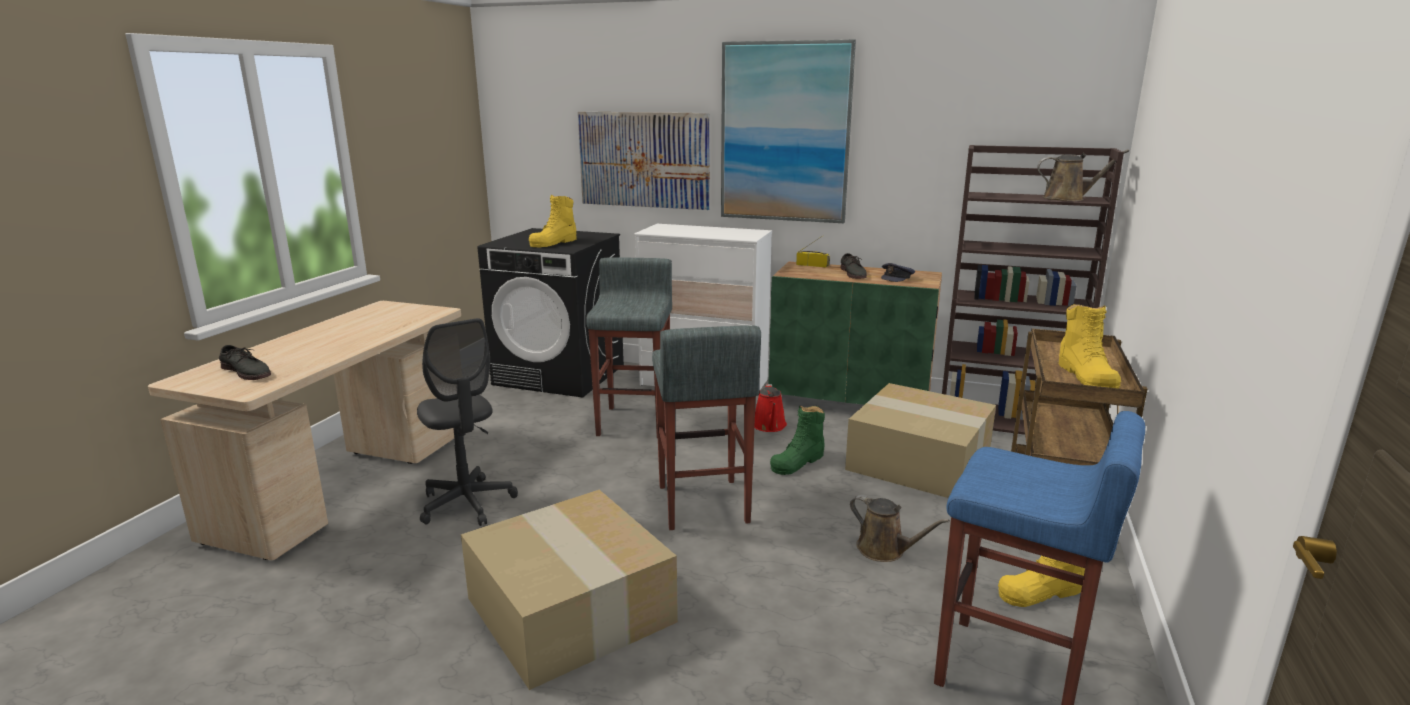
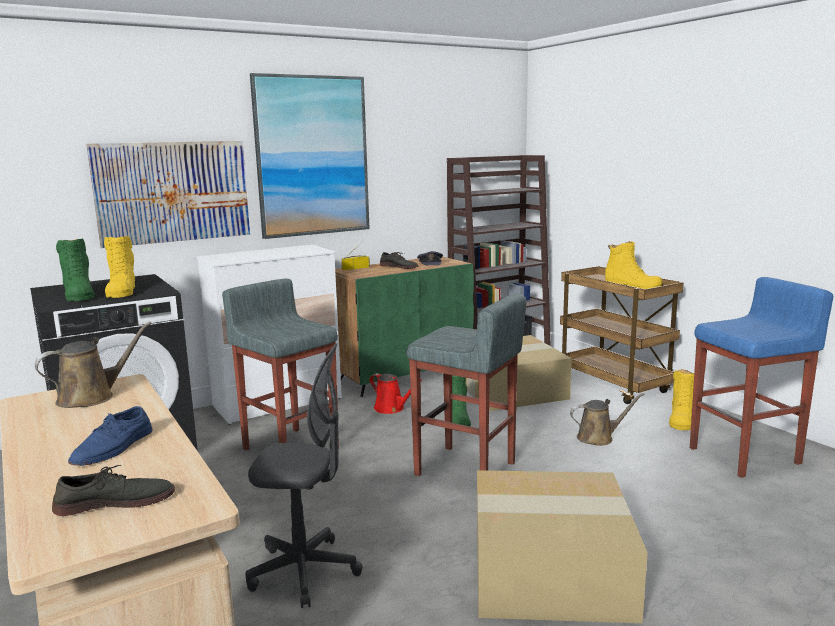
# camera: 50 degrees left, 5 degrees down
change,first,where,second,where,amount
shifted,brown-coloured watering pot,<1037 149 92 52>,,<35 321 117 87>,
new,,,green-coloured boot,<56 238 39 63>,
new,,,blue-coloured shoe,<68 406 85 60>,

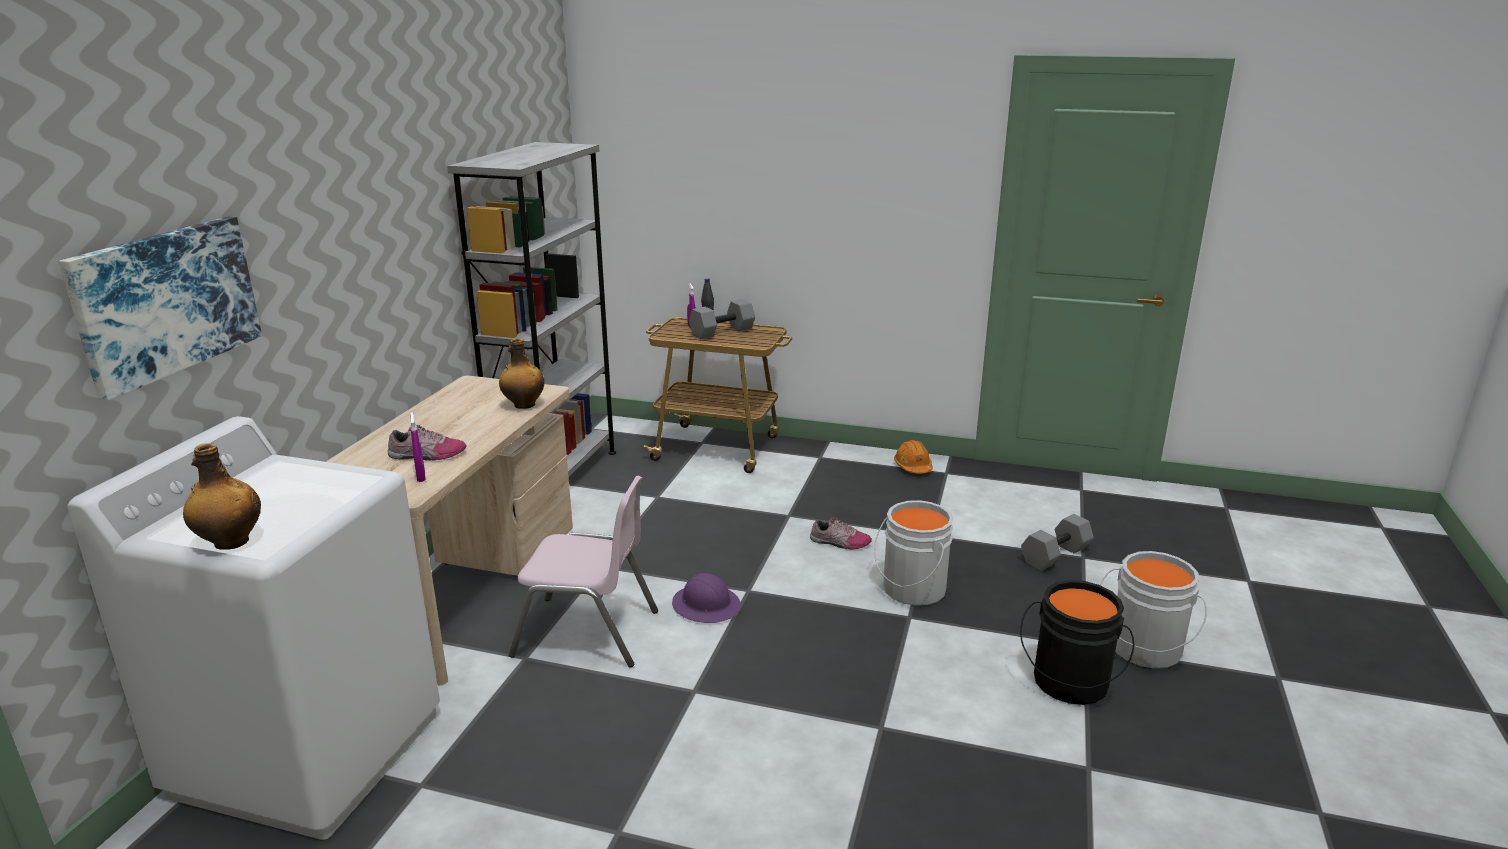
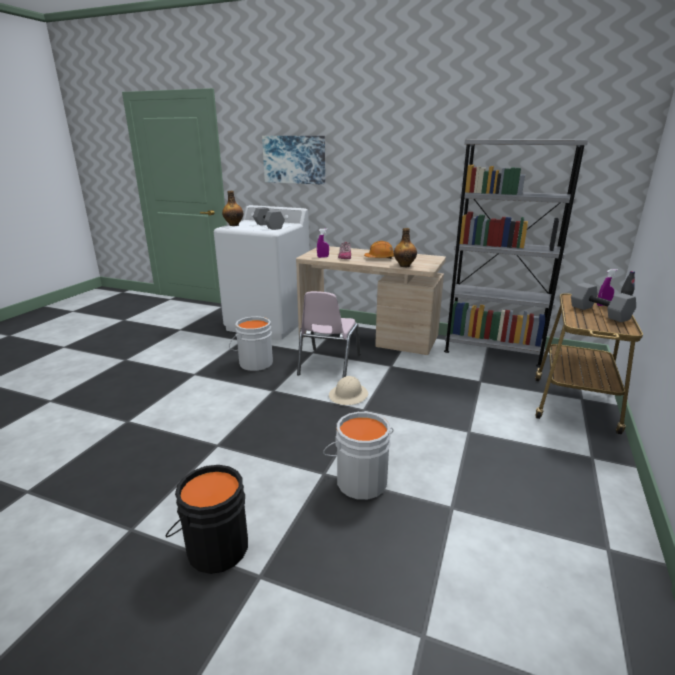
# camera: 95 degrees right, 0 degrees up
change,first,where,second,where,amount
repainted,purplish safety helmet,<672 573 69 50>,beige-coloured safety helmet,<329 376 39 29>,
gone,shoe,<810 517 62 32>,,,
shifted,orange safety helmet,<894 440 39 34>,,<364 241 30 18>,
shifted,grey free weight,<1021 514 73 57>,,<253 207 32 23>,
shifted,grey water bucket,<1100 551 107 118>,,<229 316 44 55>,

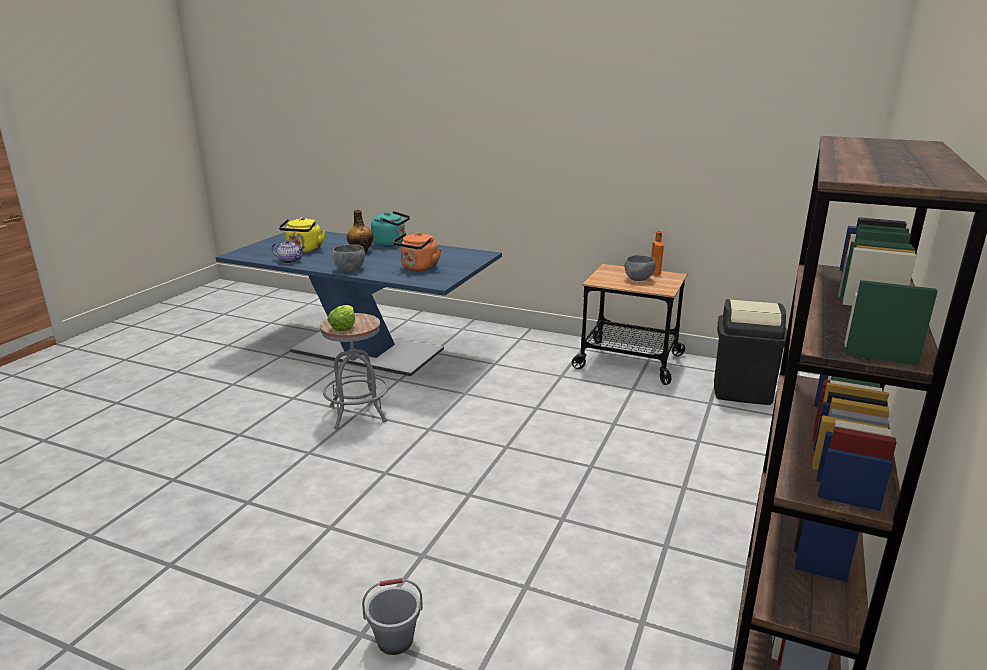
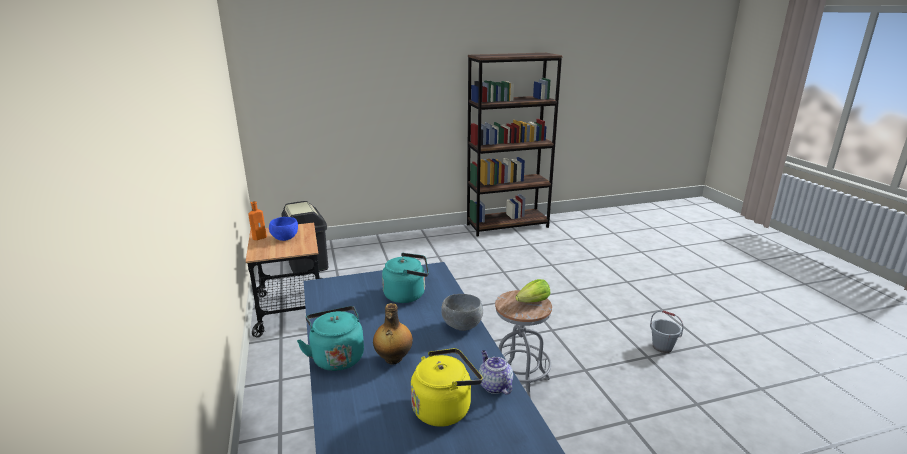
# camera: 130 degrees left, 0 degrees up
change,first,where,second,where,amount
shifted,grey water bucket,<362 578 61 77>,,<650 310 33 43>,
repainted,orange tea kettle,<393 232 48 39>,blue-green tea kettle,<382 253 47 50>,
repainted,grey serving bowl,<625 255 31 26>,blue-coloured serving bowl,<269 217 29 24>,

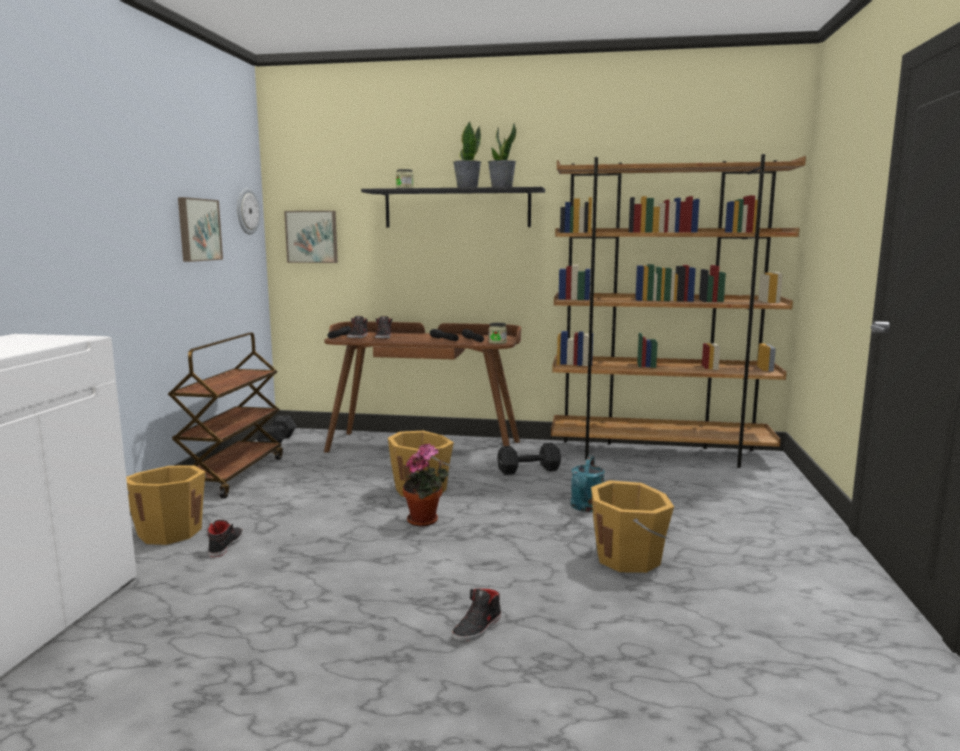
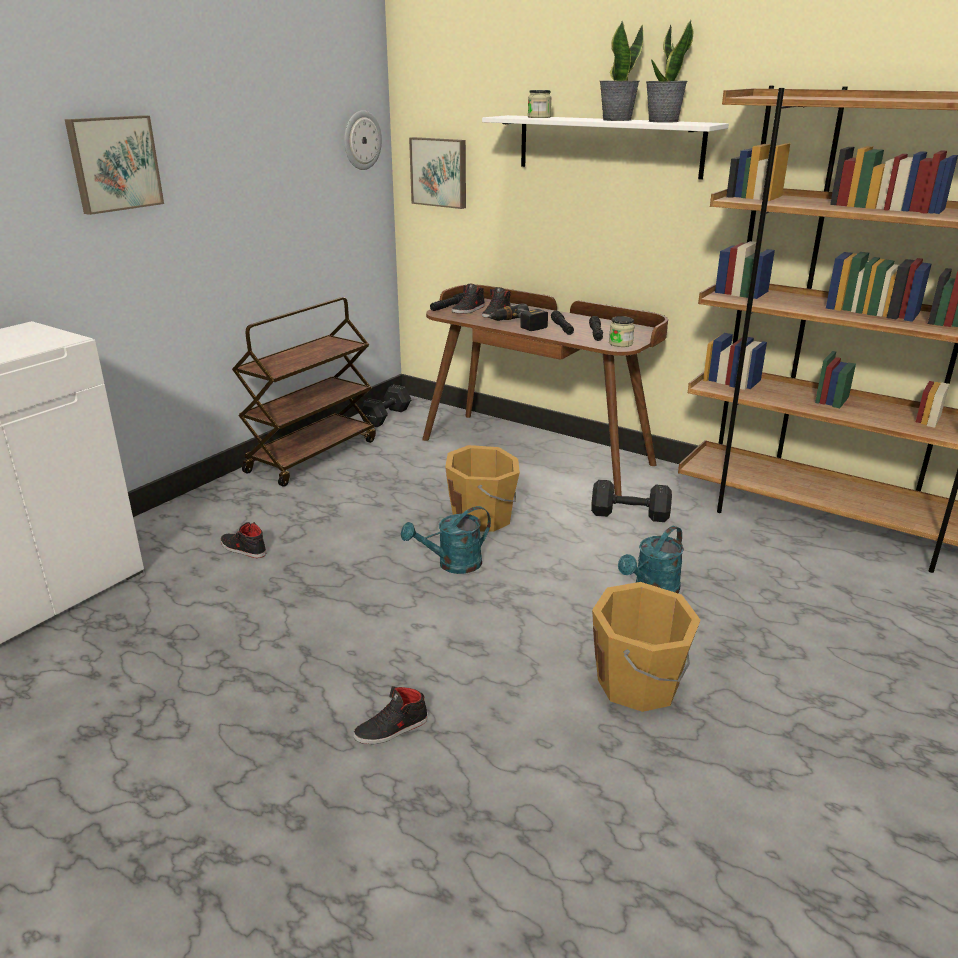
# camera: 25 degrees right, 15 degrees up
change,first,where,second,where,amount
gone,orange water bucket,<126 465 81 80>,,,
shifted,wall art,<178 197 45 65>,,<65 115 99 100>,
rotated,blackish shoe,<208 520 35 37>,,<220 522 46 36>,90 degrees counterclockwise
repainted,blackish wall shelf,<361 187 184 41>,whitish wall shelf,<482 115 247 65>,
swapped,potted plant,<403 443 46 84>,blue-green watering pot,<401 506 90 68>,
new,,,drill,<487 303 61 28>,

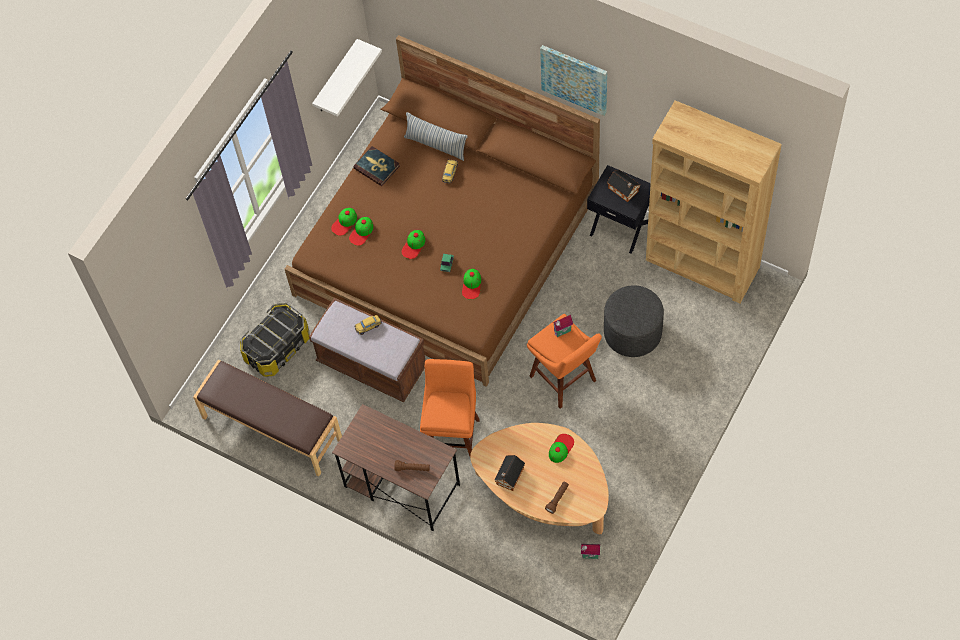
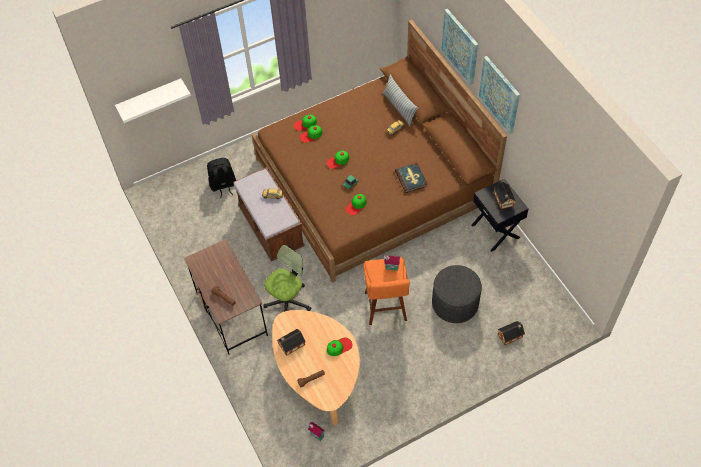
# camera: 30 degrees right, 5 degrees down
change,first,where,second,where,amount
gone,brown-coloured indoor bench,<193 360 149 116>,,,
swapped,storage container,<240 303 70 74>,blackish knapsack,<207 158 29 40>,
shifted,whitish wall shelf,<312 39 70 78>,,<115 78 76 45>,
shifted,bound book,<353 146 47 40>,,<395 163 33 30>,
swapped,orange stool seat,<420 359 60 97>,computer chair,<264 245 48 67>,
gone,brown-coloured bookcase,<646 100 136 203>,,,
new,,,wall art,<441 9 37 76>,
new,,,miniature house,<497 321 28 25>,

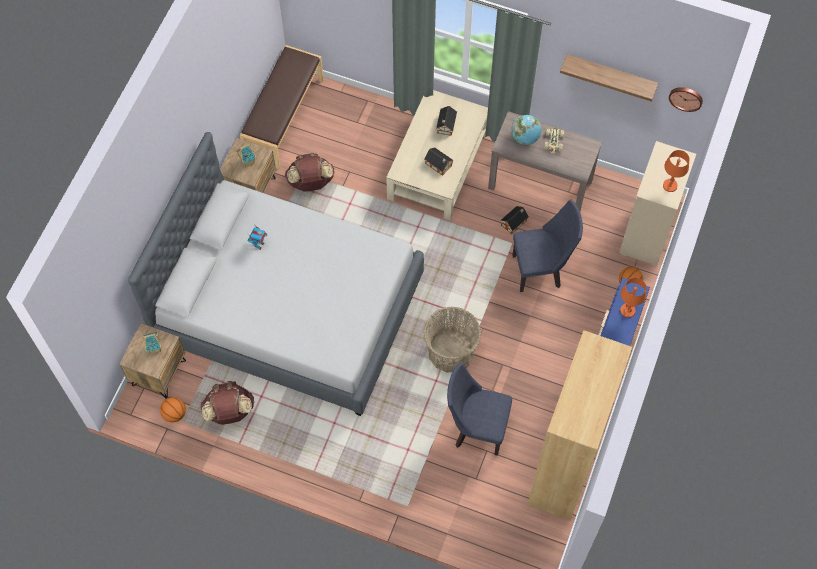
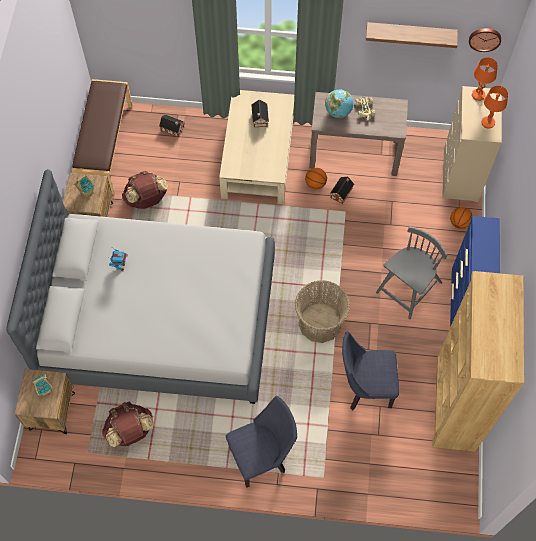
# camera: 15 degrees left, 0 degrees up
change,first,where,second,where,amount
shifted,basketball ball,<160 397 26 25>,,<305 168 22 21>,
shifted,miniature house,<424 148 30 28>,,<159 115 26 22>,
shifted,blue-coloured upright chair,<512 199 71 93>,,<226 396 71 92>,
shifted,orange lamp for a table,<620 278 26 40>,,<472 57 26 44>,
new,,,grey upright chair,<376 226 71 93>,

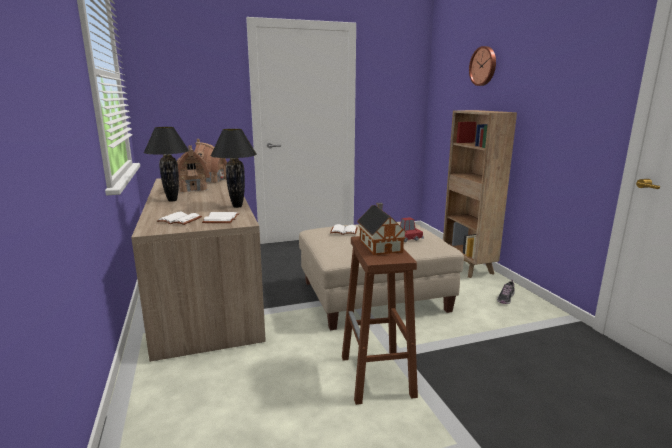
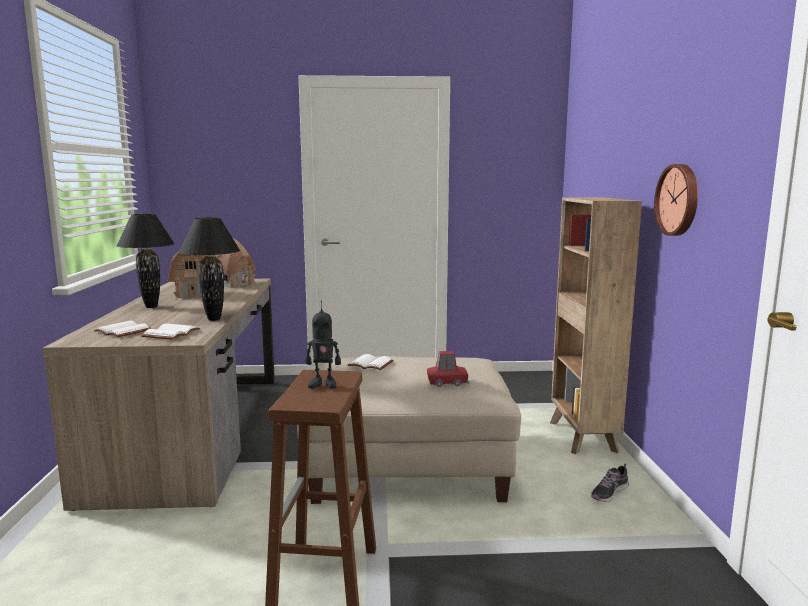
# camera: 15 degrees right, 5 degrees down
change,first,where,second,where,amount
swapped,miniature house,<357 203 50 52>,toy robot,<305 301 36 88>,
shifted,wall clock,<469 46 27 40>,,<654 164 44 72>,

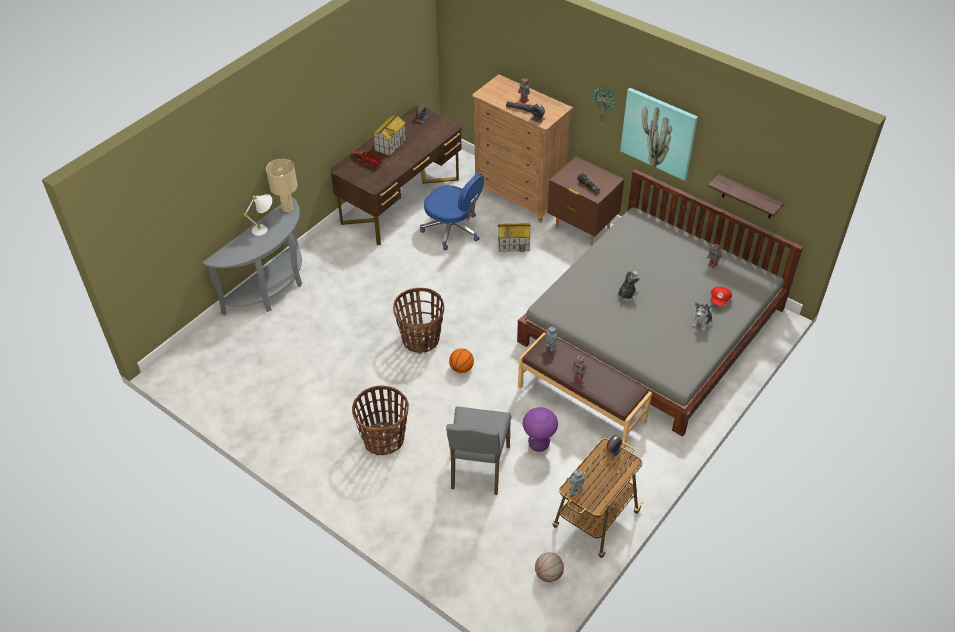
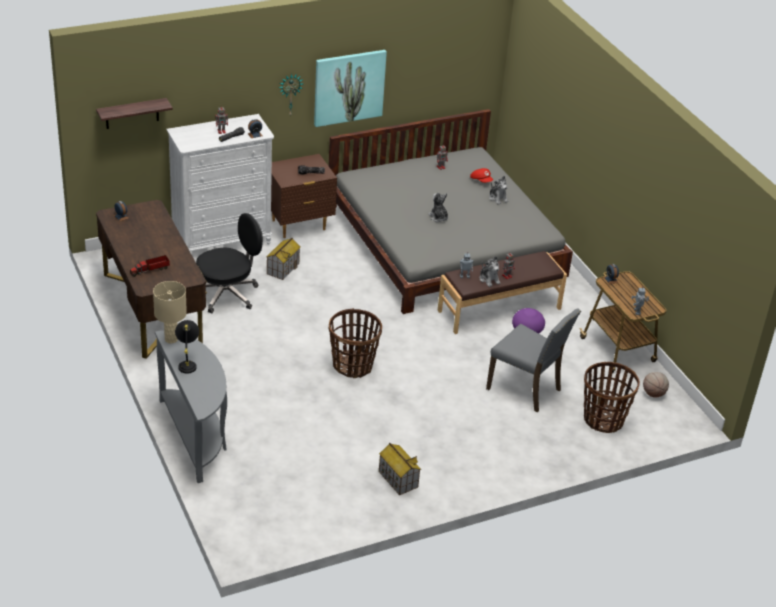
# camera: 65 degrees left, 10 degrees down
change,first,where,second,where,amount
repainted,whitish lamp for a table,<243 194 29 42>,blackish lamp for a table,<175 320 24 54>,
shifted,basket,<352 385 57 70>,,<584 362 56 71>,
shifted,miniature house,<372 115 34 41>,,<379 443 42 52>,
repainted,blue-coloured computer chair,<420 173 64 77>,blackish computer chair,<196 213 67 100>,
gone,basketball ball,<449 348 25 25>,,,
repainted,brown-coloured dresser,<472 74 101 149>,whitish dresser,<166 114 108 137>,
shifted,wall shelf,<708 174 76 44>,,<96 98 77 31>,
new,,,cuddly toy,<479 256 21 31>,

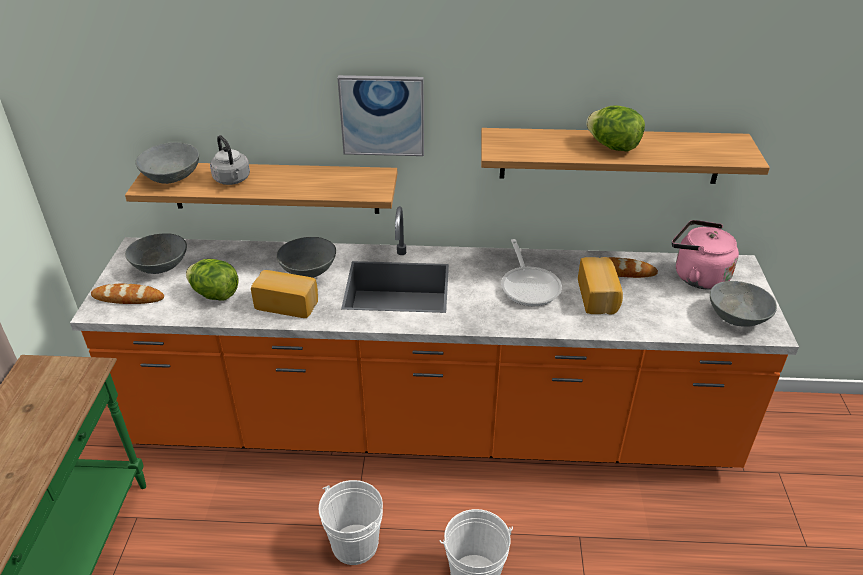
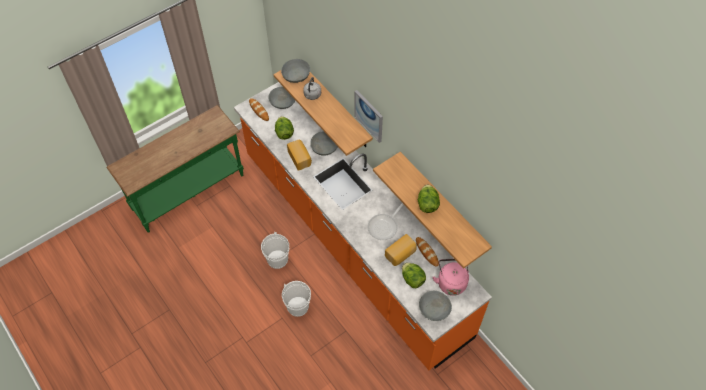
# camera: 50 degrees right, 20 degrees up
change,first,where,second,where,amount
new,,,lettuce head,<402 262 24 26>,

